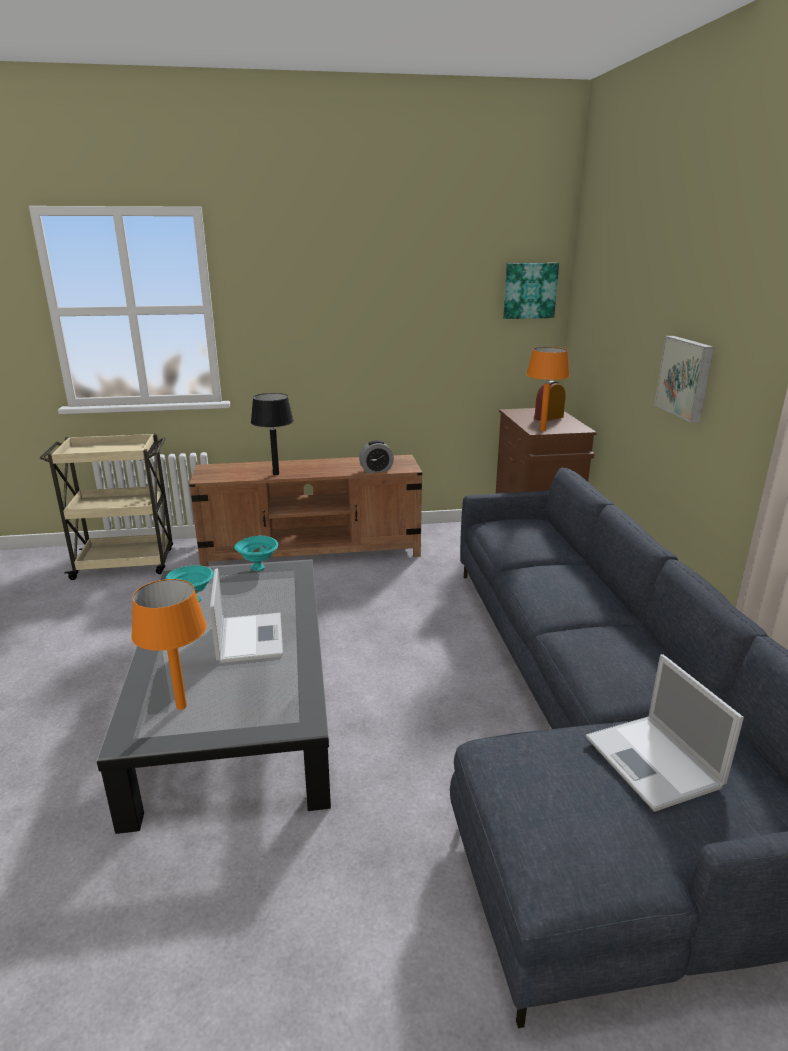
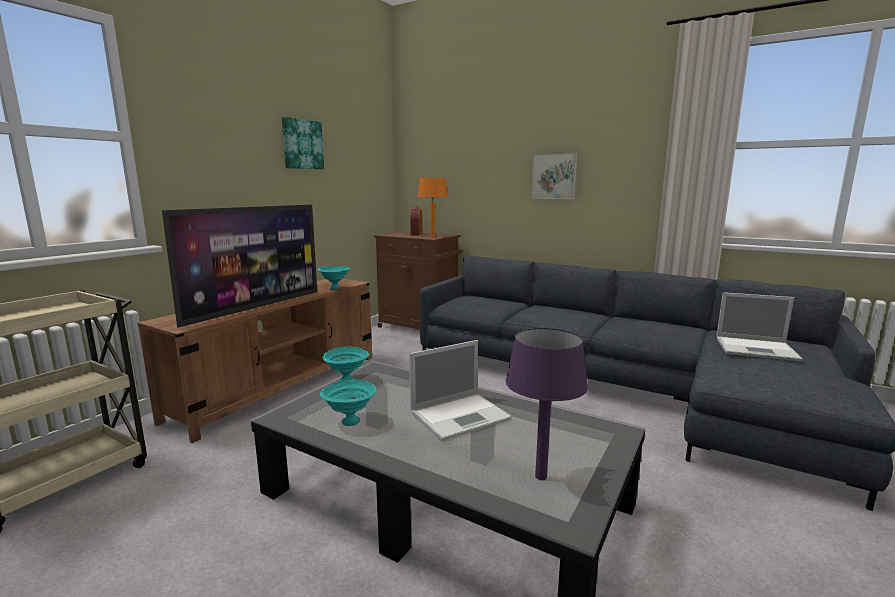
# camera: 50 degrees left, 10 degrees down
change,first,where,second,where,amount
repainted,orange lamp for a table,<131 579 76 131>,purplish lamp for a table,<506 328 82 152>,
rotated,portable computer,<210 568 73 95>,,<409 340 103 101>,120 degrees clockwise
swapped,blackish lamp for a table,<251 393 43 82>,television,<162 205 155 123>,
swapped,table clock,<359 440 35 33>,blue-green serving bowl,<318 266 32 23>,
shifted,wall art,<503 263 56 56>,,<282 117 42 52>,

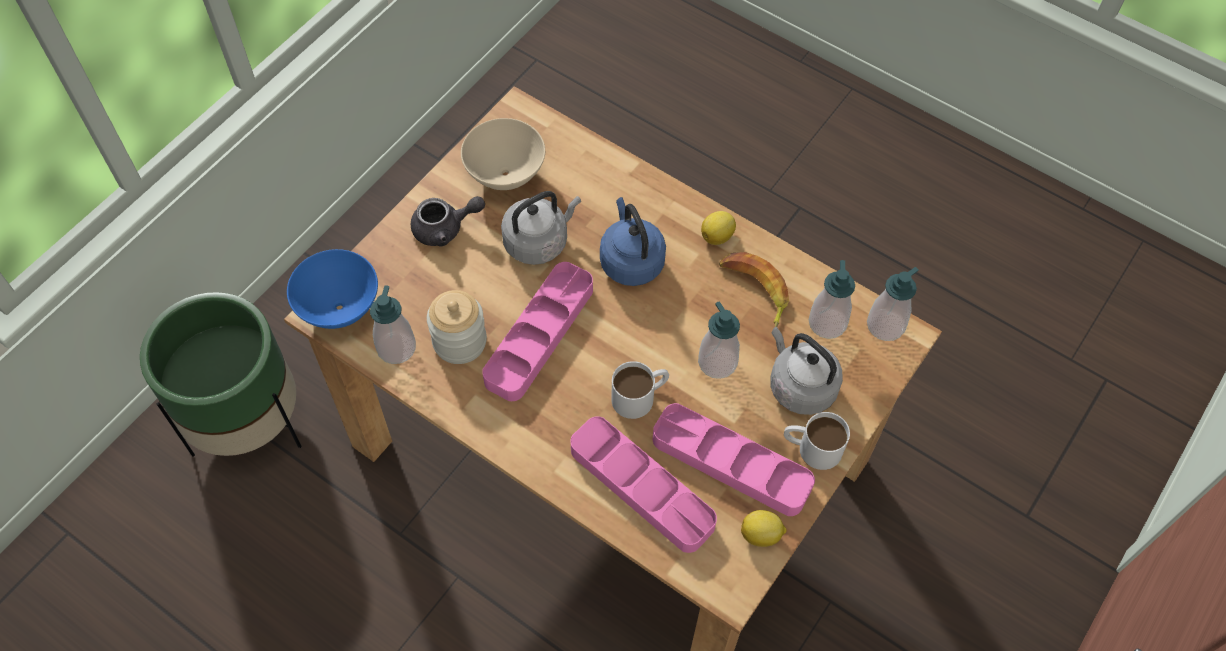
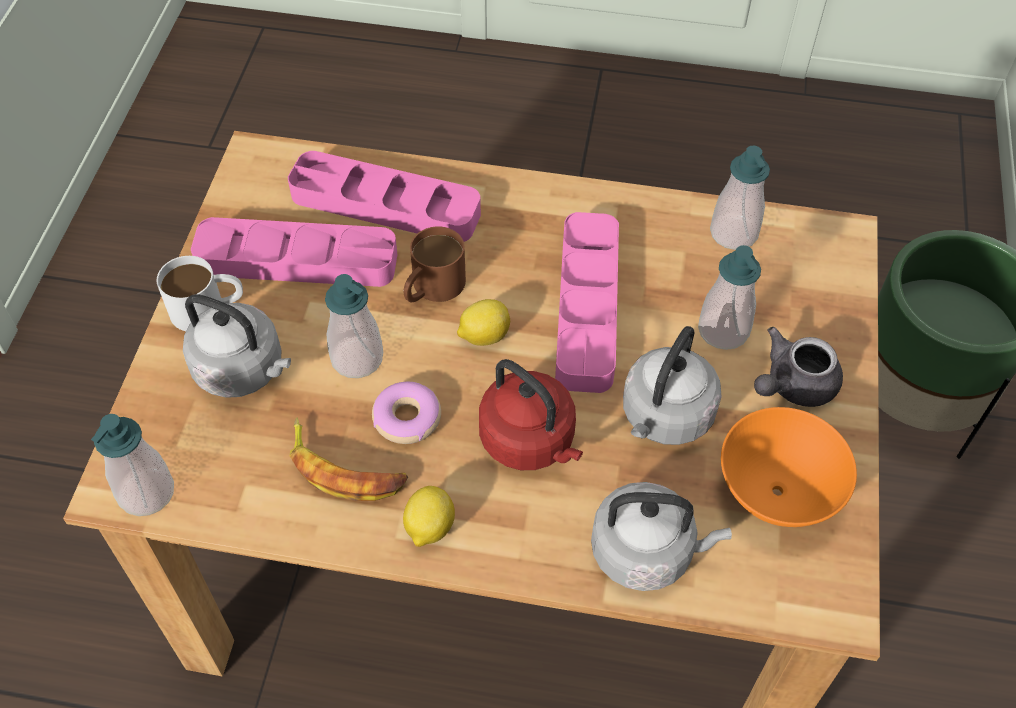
# camera: 155 degrees right, 5 degrees down
change,first,where,second,where,amount
gone,blue-coloured serving bowl,<287 249 91 80>,,,
gone,storage jar,<427 290 60 74>,,,
repainted,beige-coloured serving bowl,<461 118 84 72>,orange serving bowl,<721 407 136 120>,
repainted,blue-coloured tea kettle,<600 197 66 89>,reddish tea kettle,<479 359 104 111>,
repainted,whitish mug,<611 361 58 58>,brown-coloured mug,<403 226 63 76>,
shifted,citrus fruit,<741 510 46 37>,,<457 299 53 47>,
shifted,soap bottle,<809 260 46 79>,,<698 245 63 105>,
new,,,ring doughnut,<372 382 69 62>,
new,,,grey tea kettle,<591 482 141 109>,

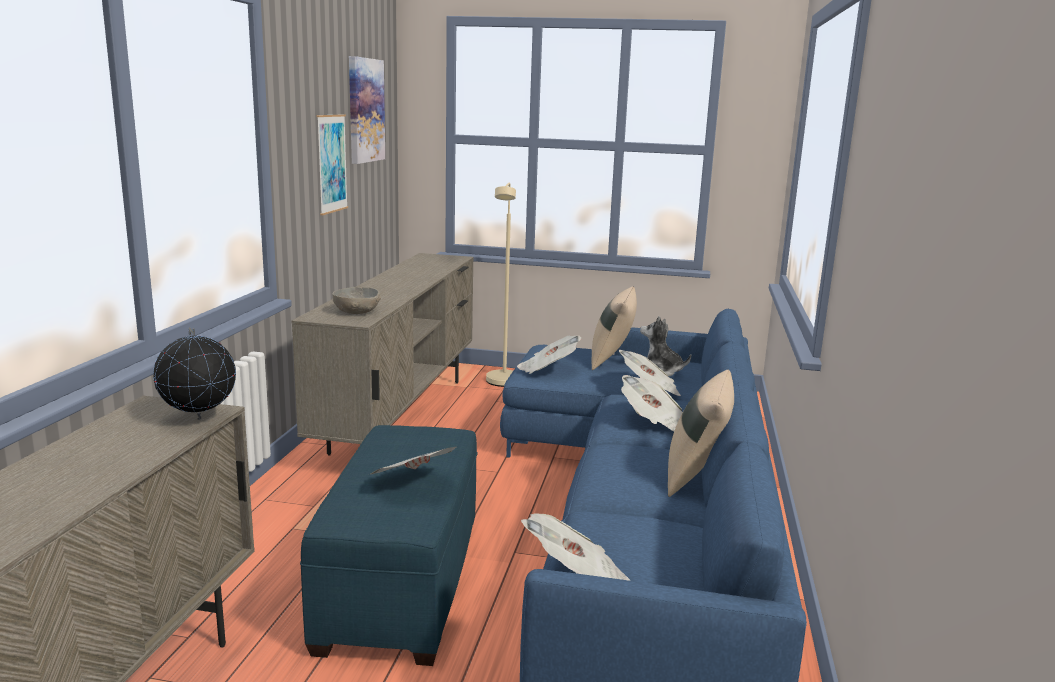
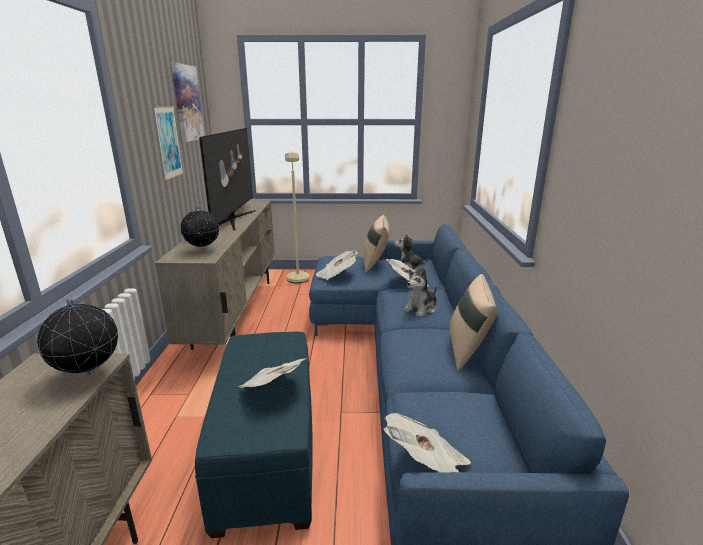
# camera: 10 degrees left, 5 degrees up
change,first,where,second,where,amount
swapped,grey serving bowl,<332 287 49 27>,world globe,<180 206 39 45>,
swapped,printed paper,<621 375 62 57>,cuddly toy,<404 268 33 49>,
new,,,television,<199 128 57 102>,

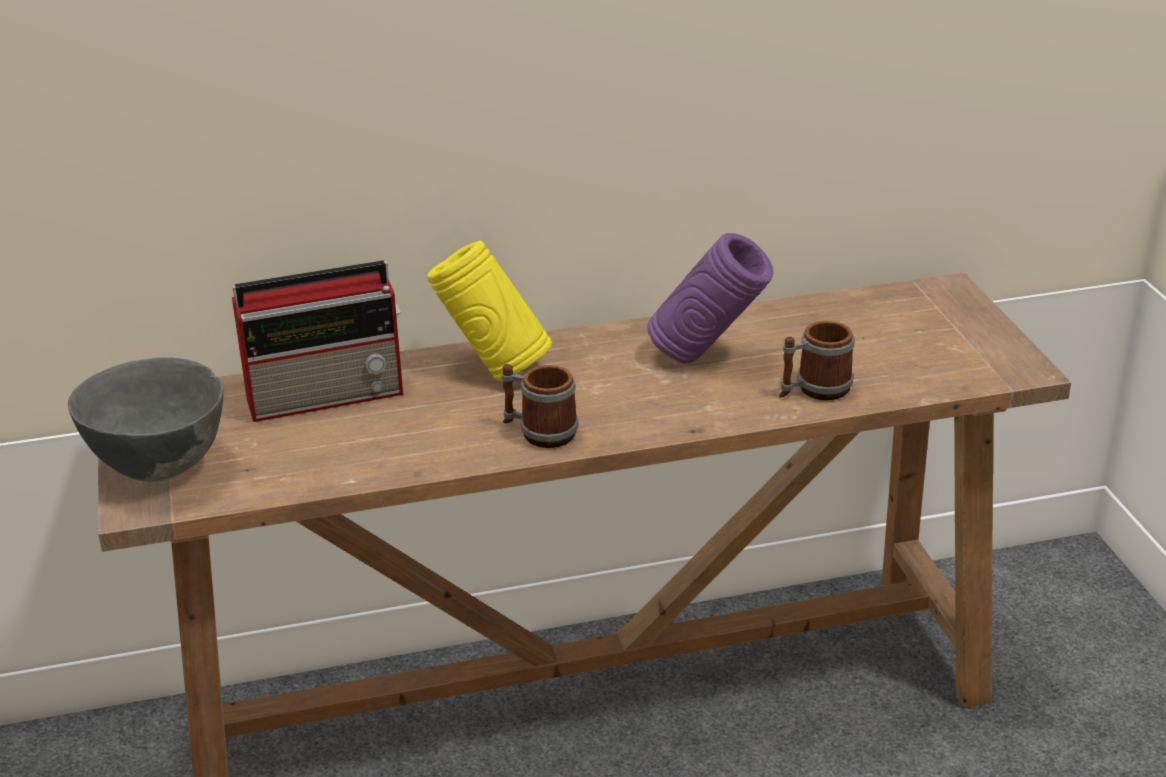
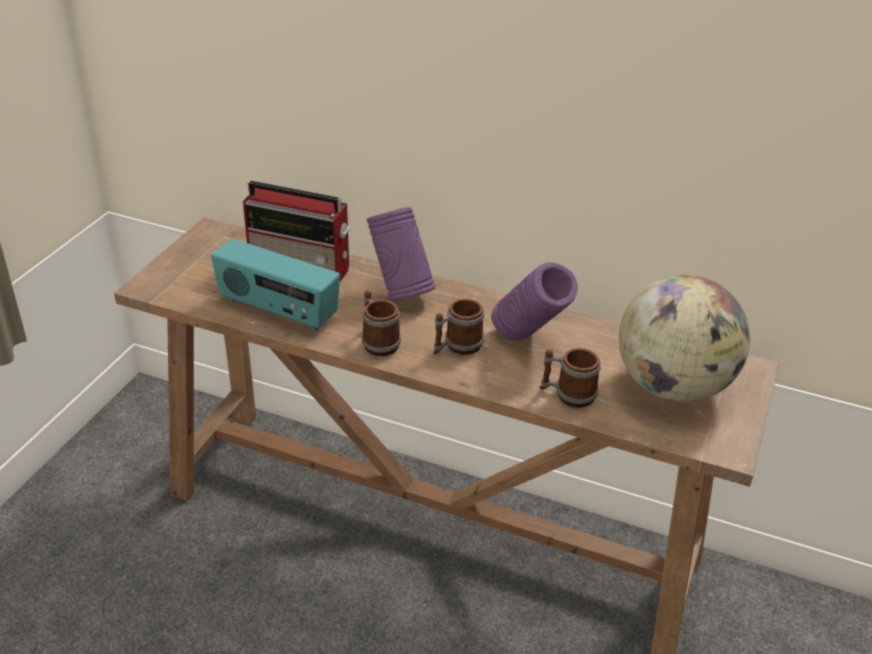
# camera: 35 degrees right, 5 degrees up
change,first,where,second,where,amount
gone,grey serving bowl,<68 357 156 125>,,,
repainted,yellow-coloured decorative vase,<427 241 125 140>,purplish decorative vase,<367 207 68 94>,
new,,,radio set,<211 239 129 92>,
new,,,mug,<433 299 51 56>,
new,,,world globe,<619 274 131 128>,

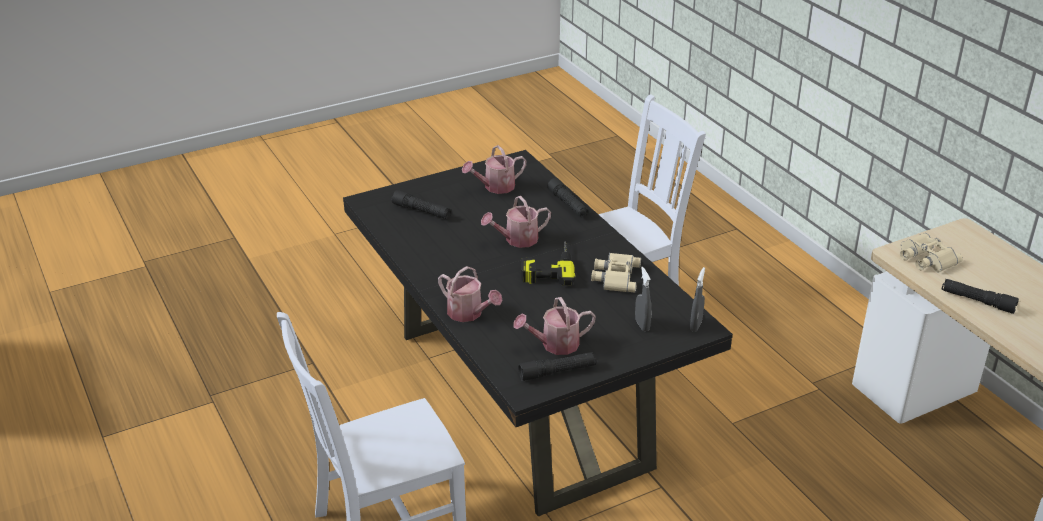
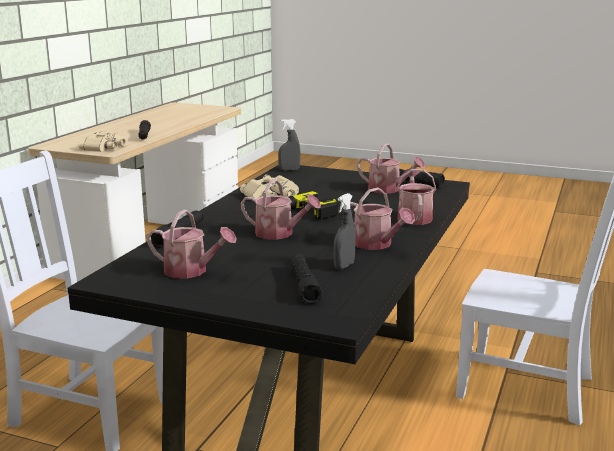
# camera: 130 degrees left, 15 degrees down
change,first,where,second,where,amount
shifted,grey spray bottle,<635 267 17 64>,,<333 193 23 76>,
new,,,watering pot,<350 187 65 63>,

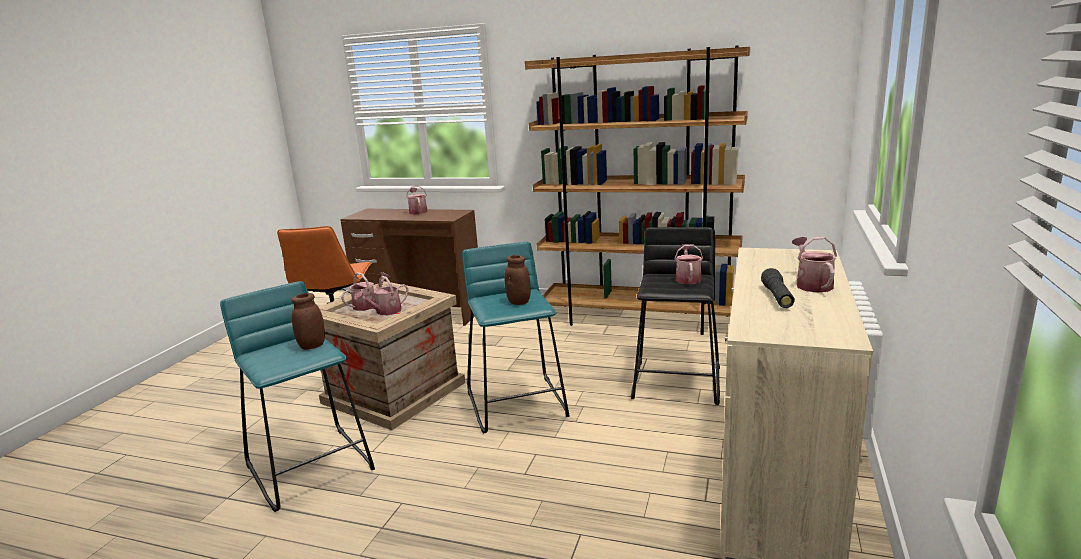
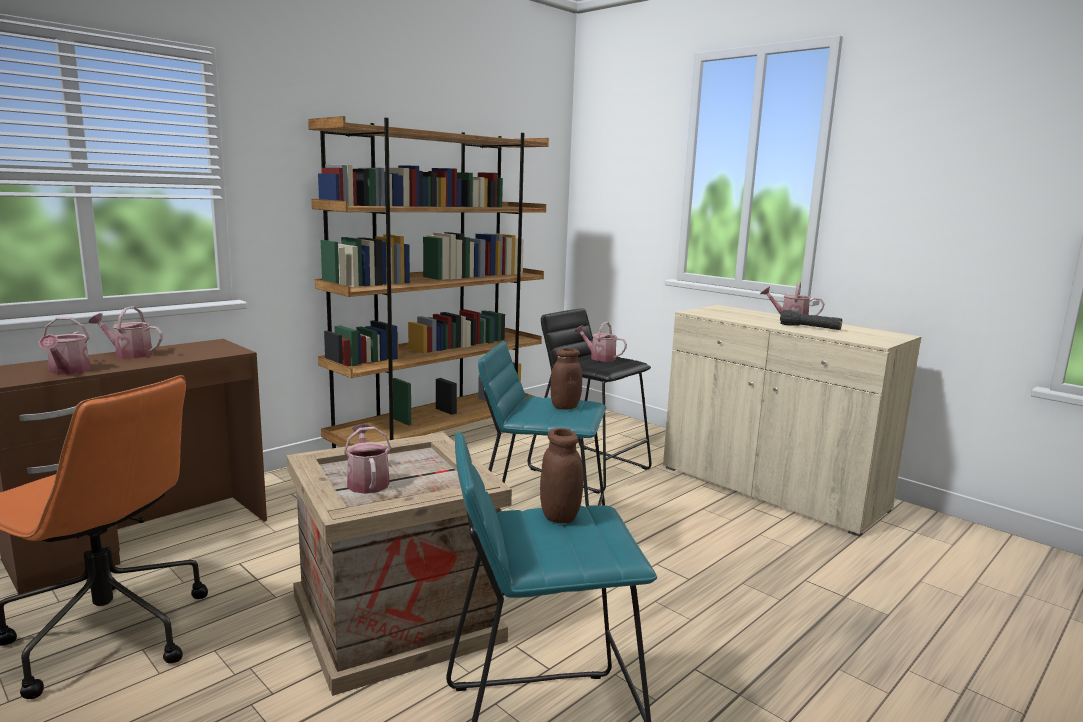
# camera: 65 degrees left, 5 degrees down
change,first,where,second,where,amount
shifted,watering pot,<354 276 55 39>,,<38 318 53 57>,

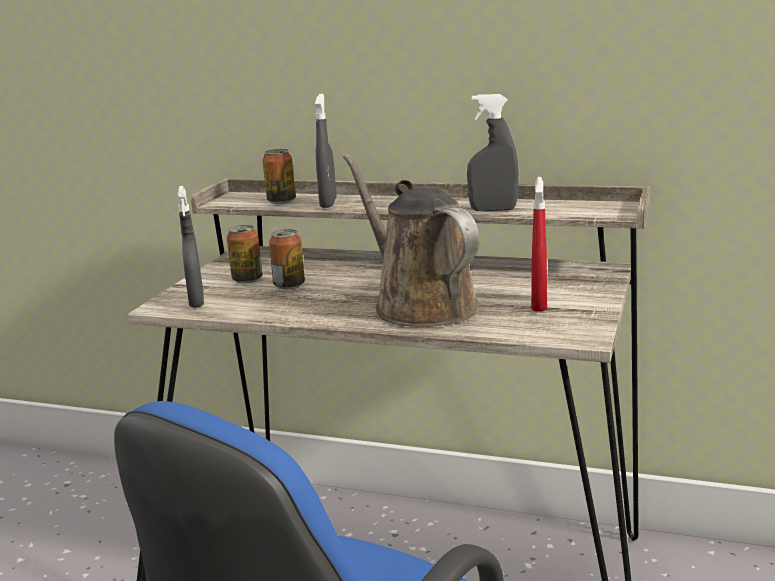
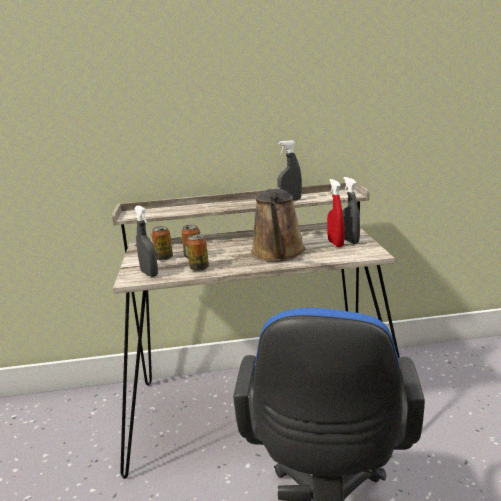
# camera: 25 degrees left, 0 degrees up
change,first,where,second,where,amount
shifted,can,<262 149 34 55>,,<187 234 22 37>,
shifted,grey spray bottle,<315 94 21 114>,,<343 177 17 67>,
rotated,brown-coloured watering pot,<343 154 137 173>,,<251 188 55 73>,120 degrees counterclockwise

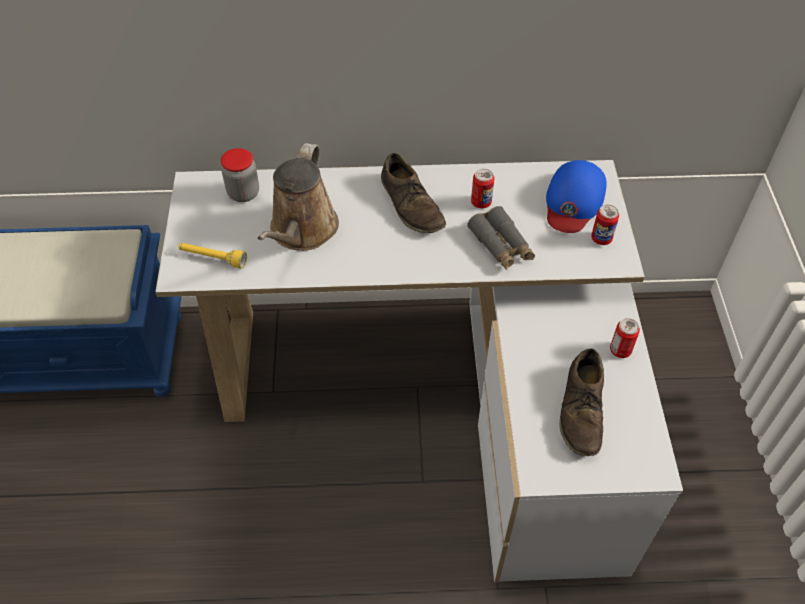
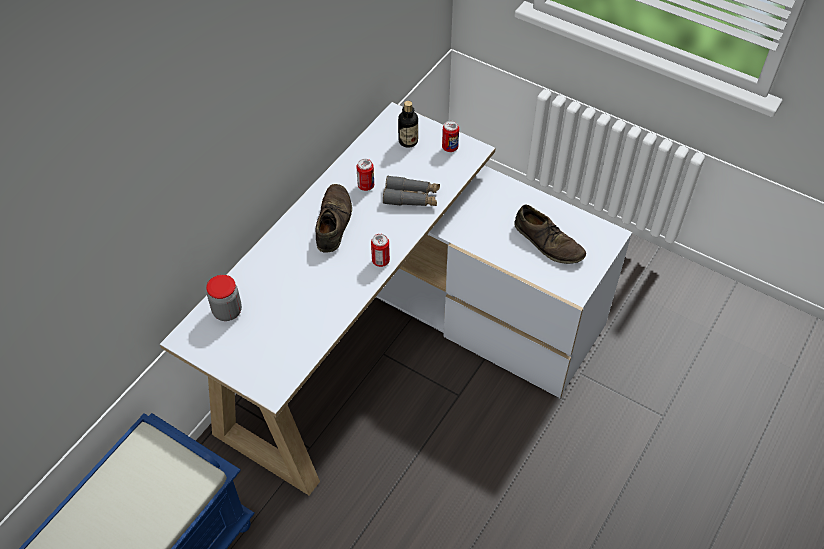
# camera: 55 degrees left, 0 degrees up
change,first,where,second,where,amount
gone,yellow-coloured hand torch,<178 243 69 25>,,,
gone,brown-coloured watering pot,<258 143 81 108>,,,
rotated,brown-coloured shoe,<381 153 65 80>,,<315 184 37 69>,90 degrees counterclockwise
swapped,blue-coloured peaked cap,<546 160 61 73>,bottle,<398 101 20 47>,
shifted,can,<610 318 30 40>,,<371 234 19 33>,

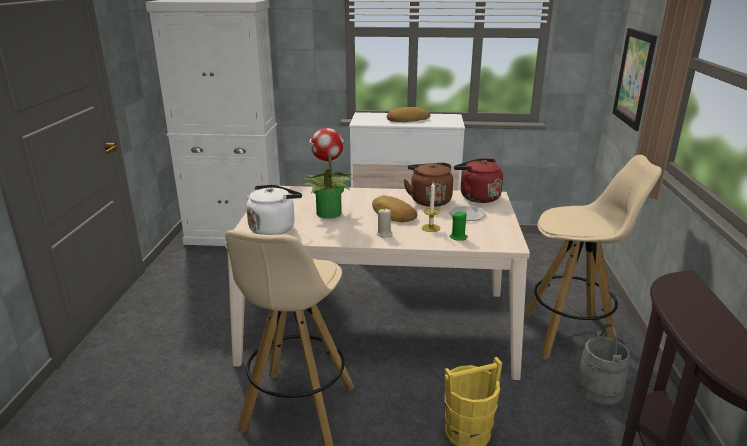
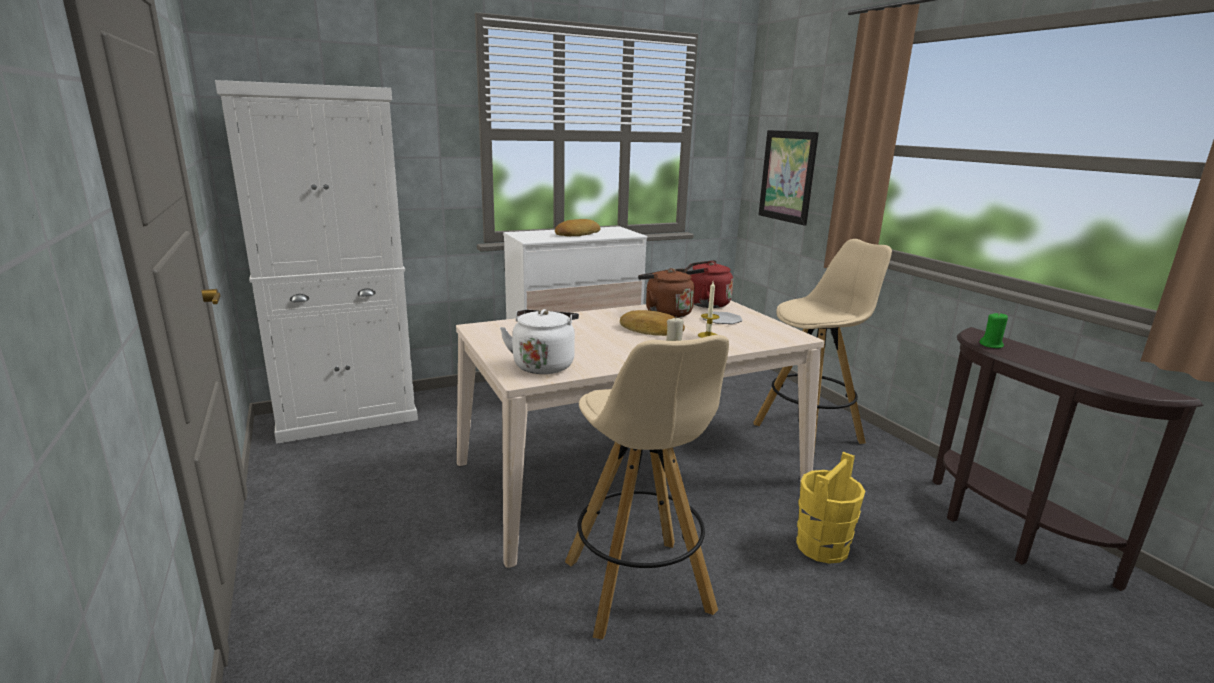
# camera: 30 degrees left, 5 degrees down
change,first,where,second,where,amount
gone,potted plant,<302 128 54 91>,,,
shifted,green-coloured wax light,<449 212 19 29>,,<980 312 28 36>,
gone,grey water bucket,<576 324 54 81>,,,

